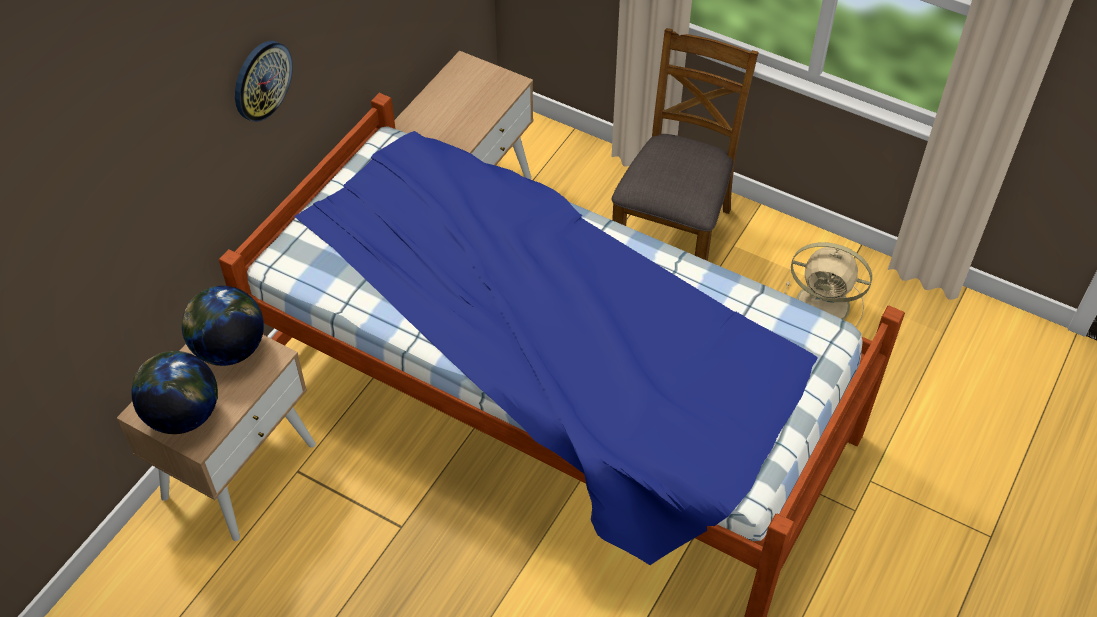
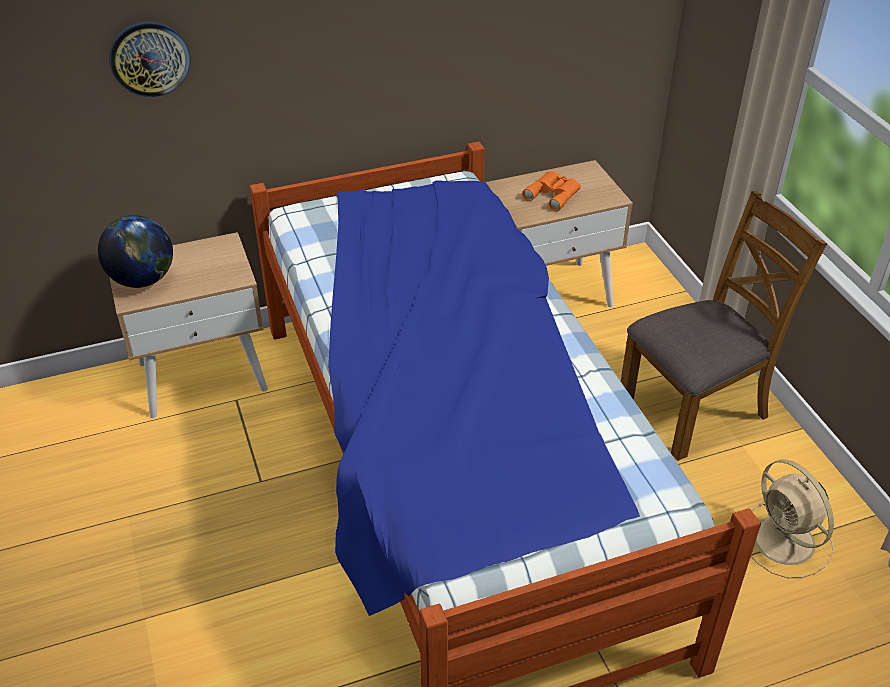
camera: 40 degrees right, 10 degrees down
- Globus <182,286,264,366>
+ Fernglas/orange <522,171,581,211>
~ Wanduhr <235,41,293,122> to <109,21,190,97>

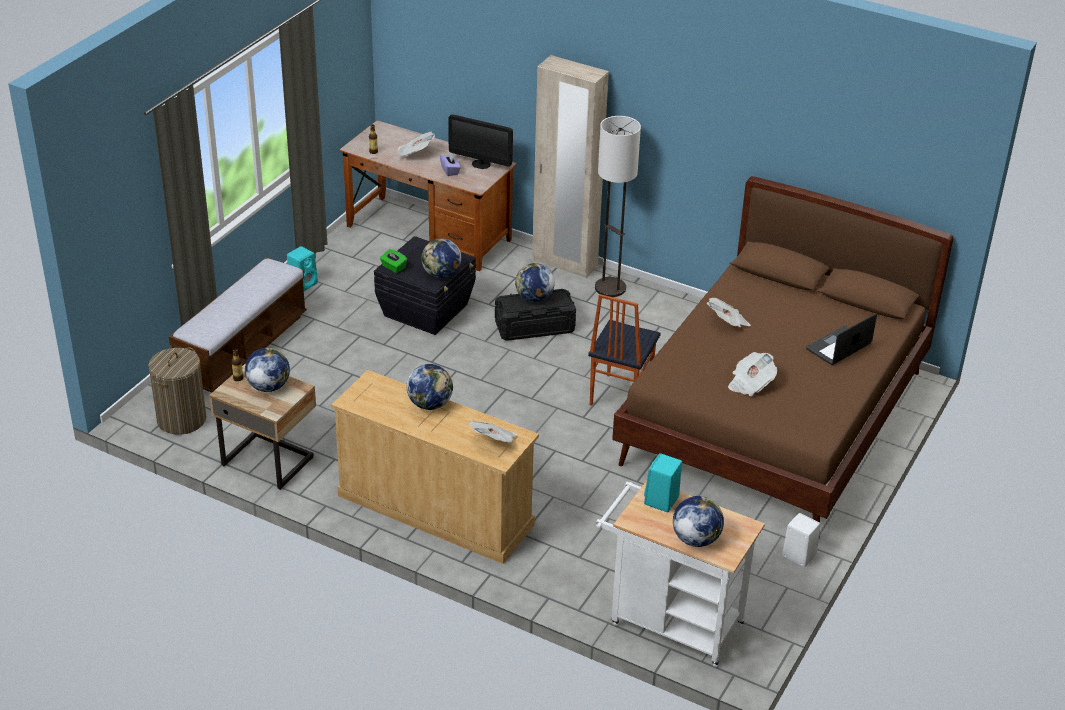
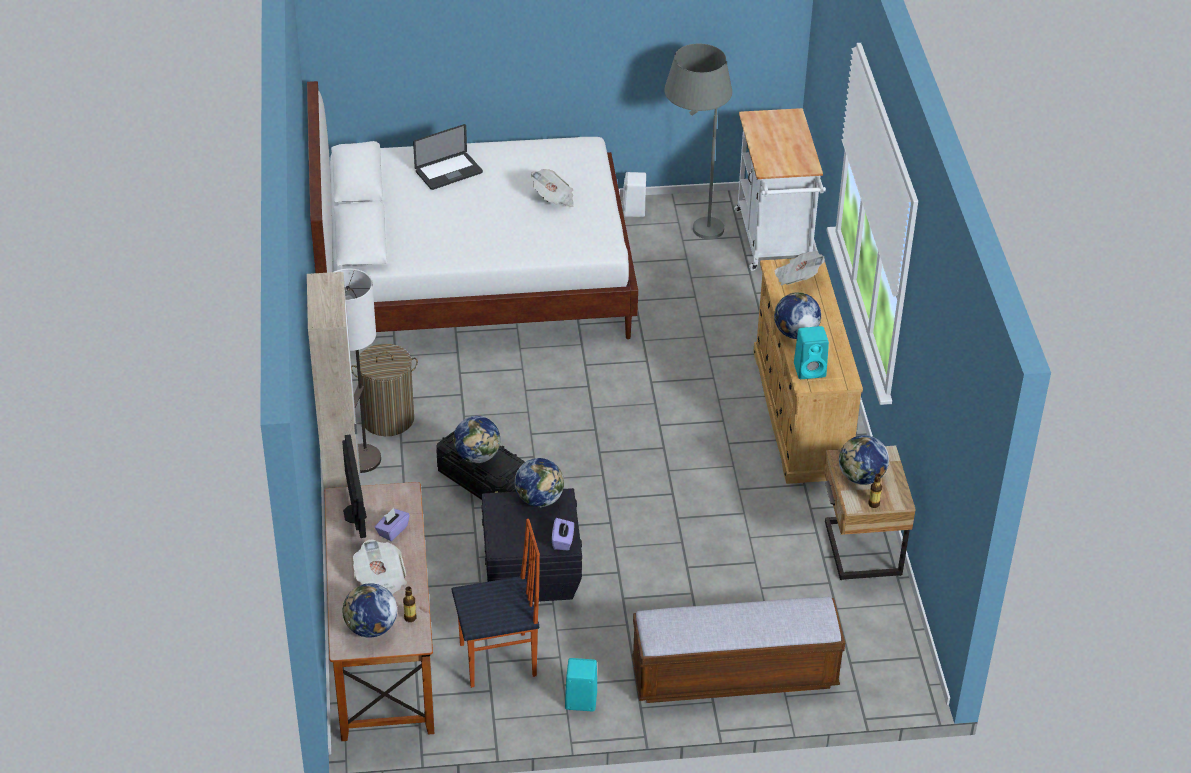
camera: 125 degrees left, 5 degrees up
- Zeitung <707,298,751,327>
+ Stehlampe/grau <664,44,732,239>
~ Wäschekorb <148,348,206,435> to <351,344,418,436>
~ Stuhl <588,294,661,406> to <451,519,540,688>
~ Lautsprecher/türkis <644,453,682,512> to <794,326,829,379>
~ Globus <673,496,724,547> to <343,583,397,638>
~ Taschentuchbox/grün <380,249,407,273> to Taschentuchbox/lila <552,518,574,550>
~ Bett/braun <612,176,953,535> to Bett/weiß <307,81,638,339>
~ Laptop <806,313,877,365> = <413,124,483,190> 45 degrees counterclockwise

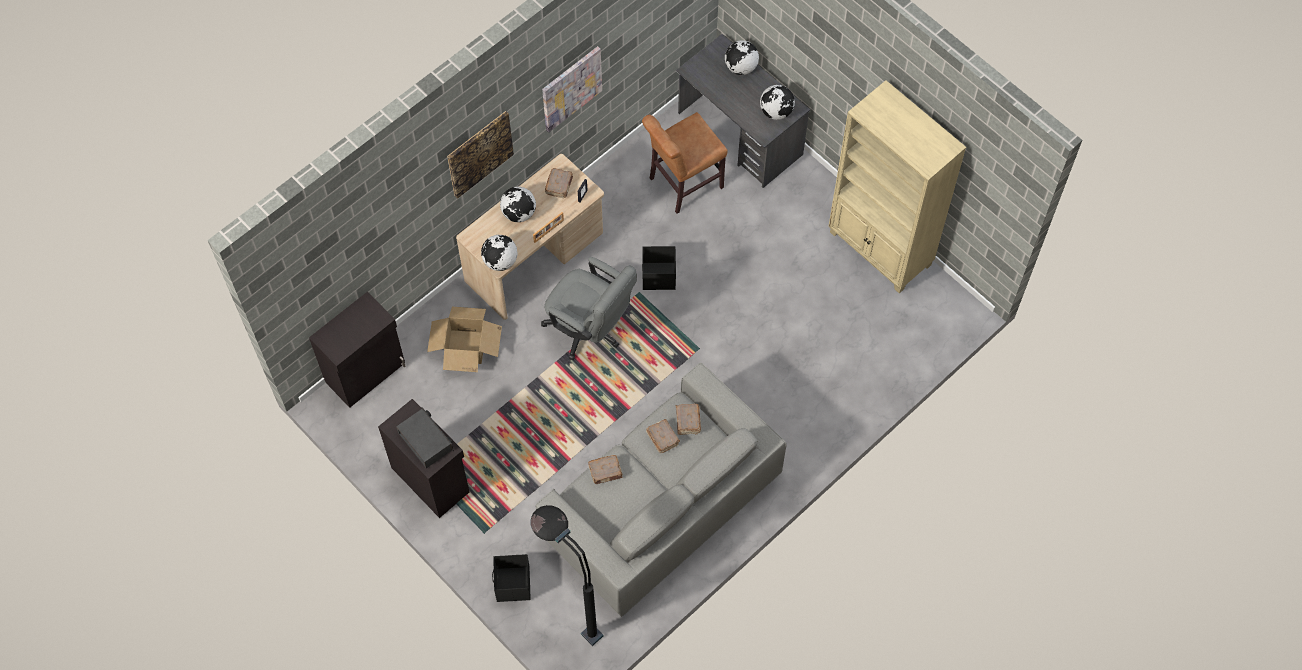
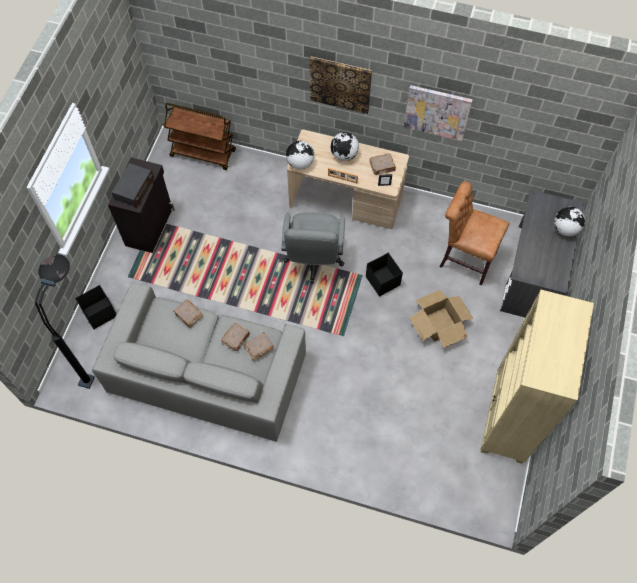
camera: 60 degrees right, 0 degrees up
- Globus <760,85,795,120>
~ Karton <427,307,502,372> to <409,290,473,348>
~ Schrank/schwarz <309,292,406,408> to Rollwagen/braun <164,103,236,170>

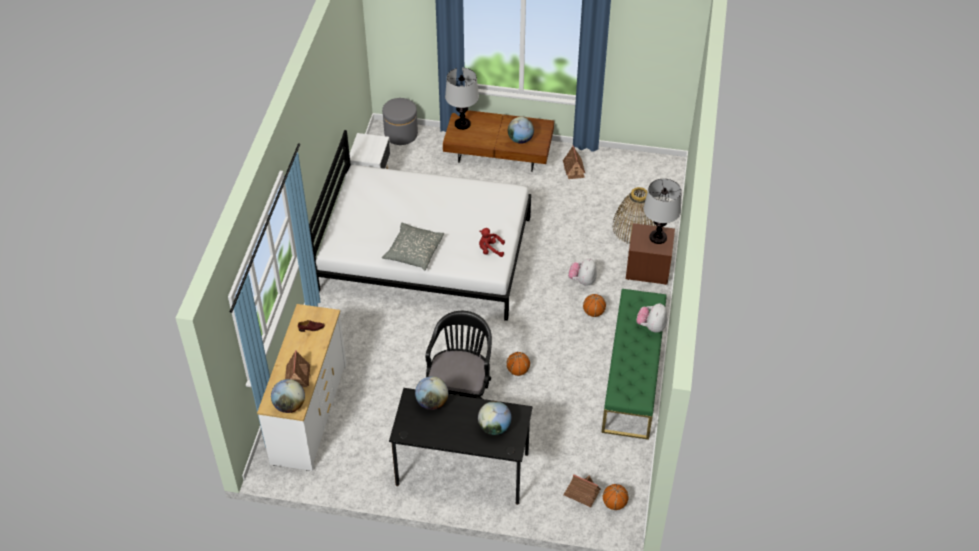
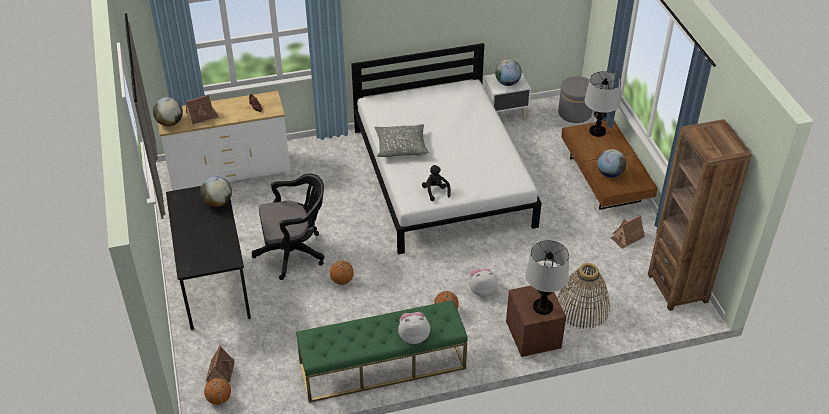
camera: 65 degrees right, 5 degrees down
+ Bücherregal/braun <648,119,752,311>
~ Globus <478,401,512,435> to <495,59,522,86>
~ Plüschtier/rot <479,228,505,257> to Plüschtier/schwarz <422,165,451,201>

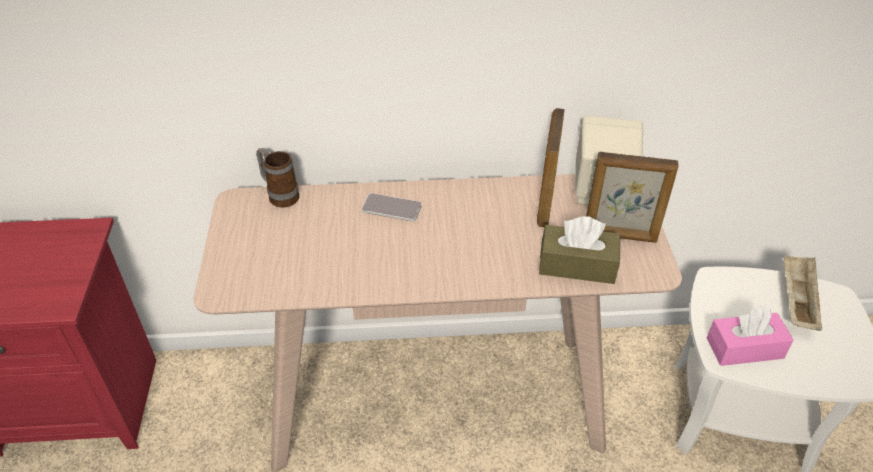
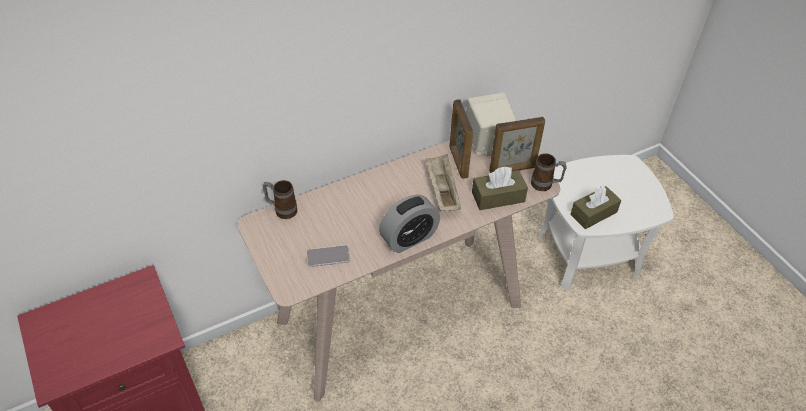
camera: 25 degrees left, 5 degrees up
+ Wecker <379,194,440,253>
+ Henkelbecher <531,153,567,191>
~ Handy <362,193,422,221> to <307,245,350,267>
~ Tablett/beige <784,255,822,331> to <426,154,461,211>
~ Taschentuchbox/rosa <707,308,794,366> to Taschentuchbox/braun <570,186,621,229>

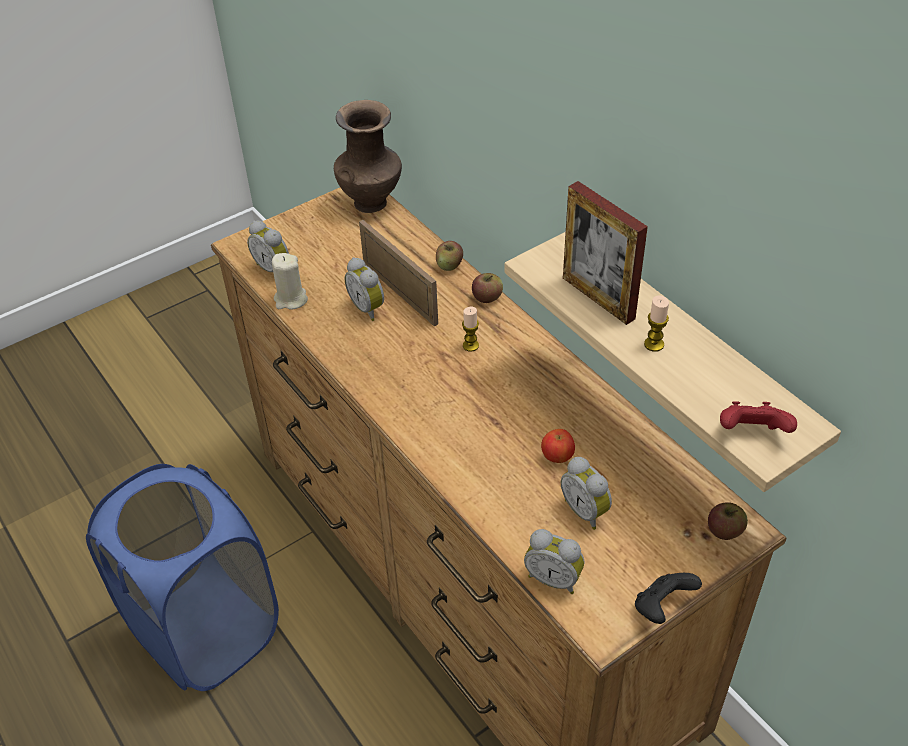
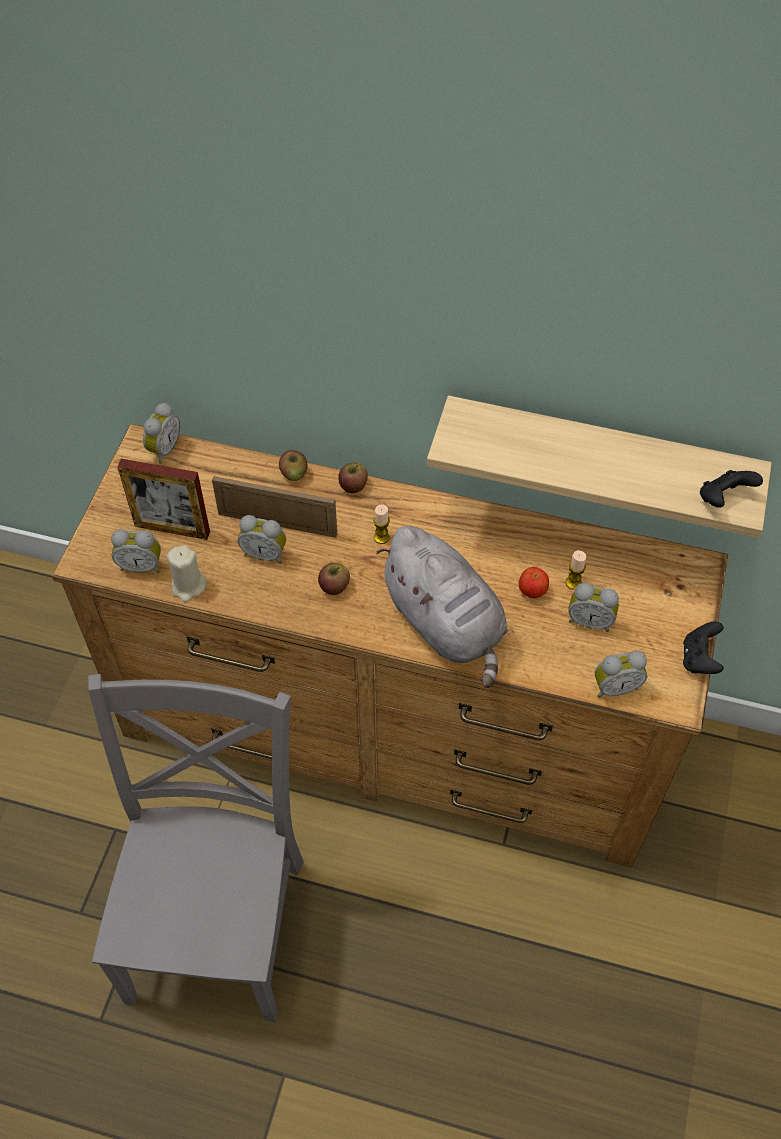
camera: 40 degrees left, 10 degrees up
+ Plüschtier/grau <376,526,508,688>
~ Bilderrahmen <563,181,648,325> to <118,459,210,540>
~ Kerze <644,296,669,352> to <566,550,586,590>
~ Apfel <708,502,748,540> to <318,563,350,595>
~ Wäschekorb/blau <86,464,279,691> to Stuhl/grau <88,674,304,1022>
~ Vase/braun <334,100,402,213> to Wecker <143,403,180,464>
~ Gamepad/rot <720,401,797,433> to Gamepad/schwarz <700,470,763,508>

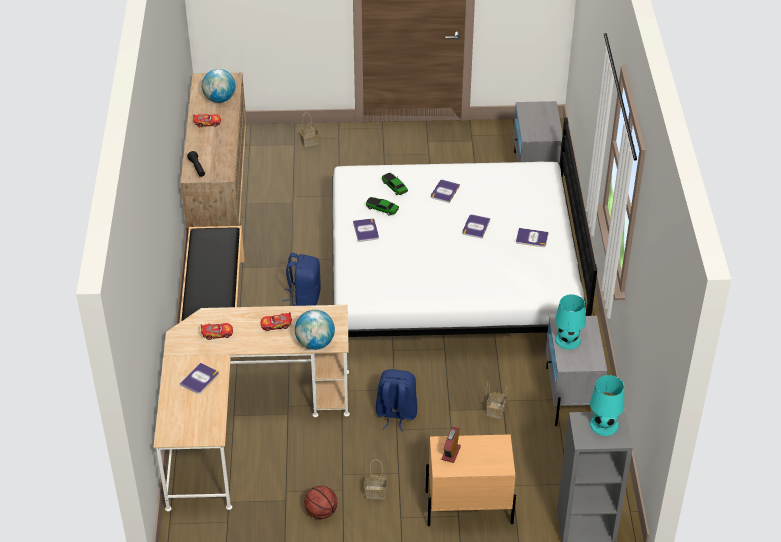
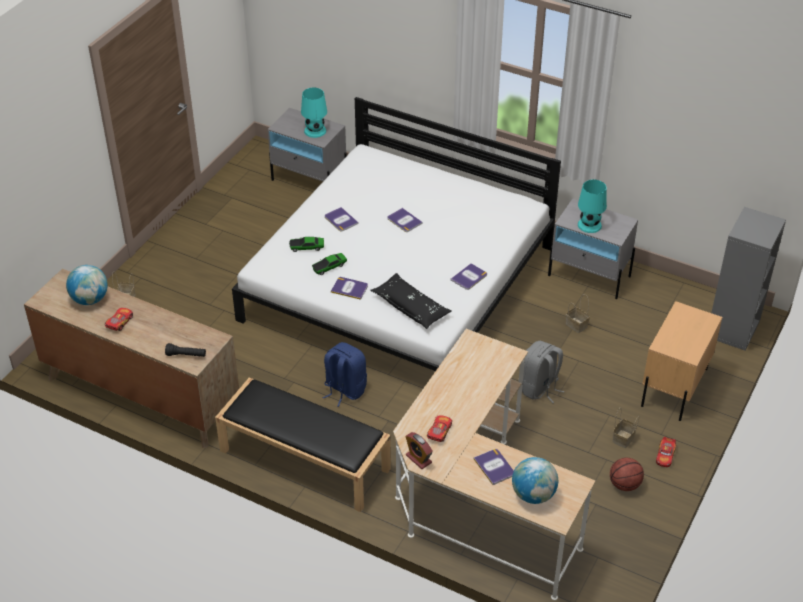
camera: 60 degrees left, 0 degrees up
+ Kissen/schwarz <370,273,452,329>
~ Spielzeugauto <260,312,292,331> to <656,437,676,467>
~ Globus <295,310,335,350> to <512,457,558,504>
~ Wecker <442,427,461,463> to <406,432,433,469>
~ Buch <516,228,549,247> to <451,263,487,290>
~ Tischlampe/türkis <590,375,624,436> to <301,87,327,138>
~ Rucksack/blau <376,369,417,432> to Rucksack/grau <522,341,565,403>

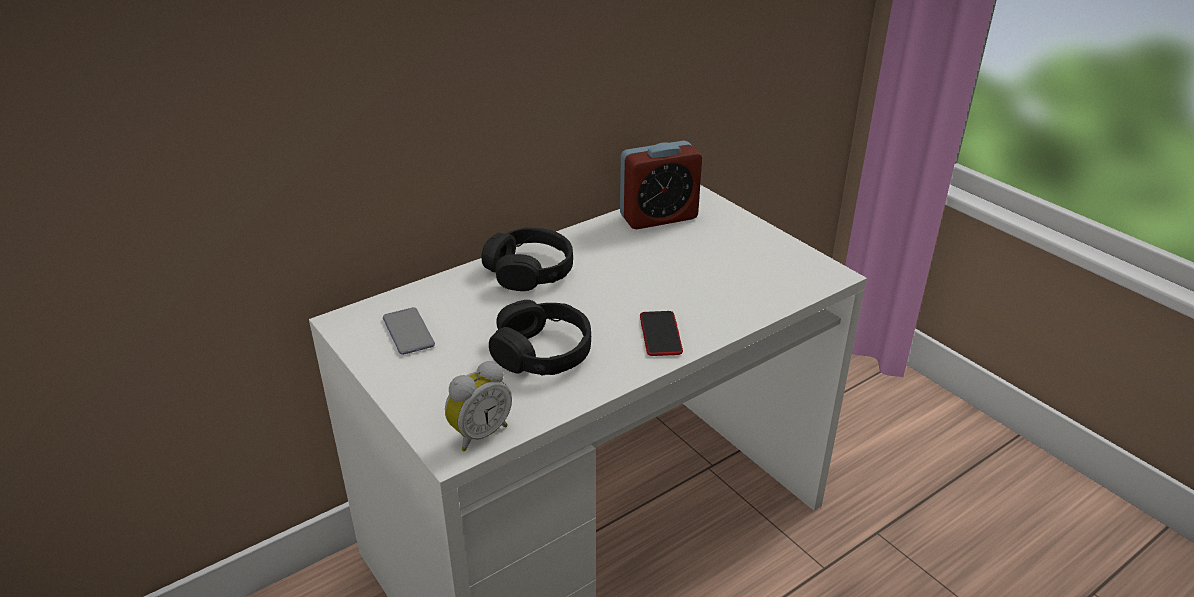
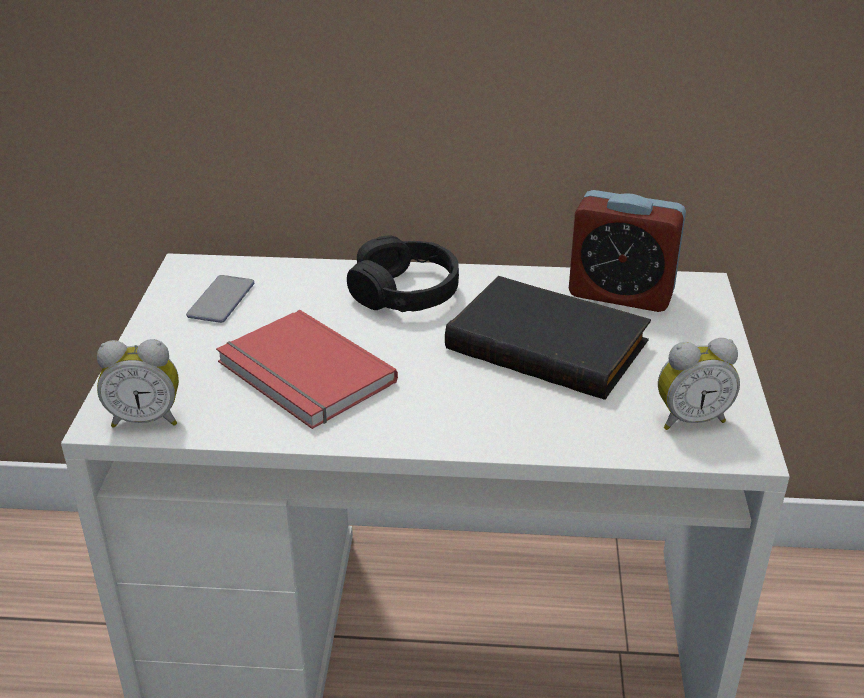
camera: 40 degrees right, 0 degrees up
- Handy <640,311,683,356>
+ Buch/schwarz <445,276,651,400>
+ Wecker <658,338,740,430>
~ Kopfhörer/schwarz <489,300,591,376> to Buch/rot <216,310,398,429>

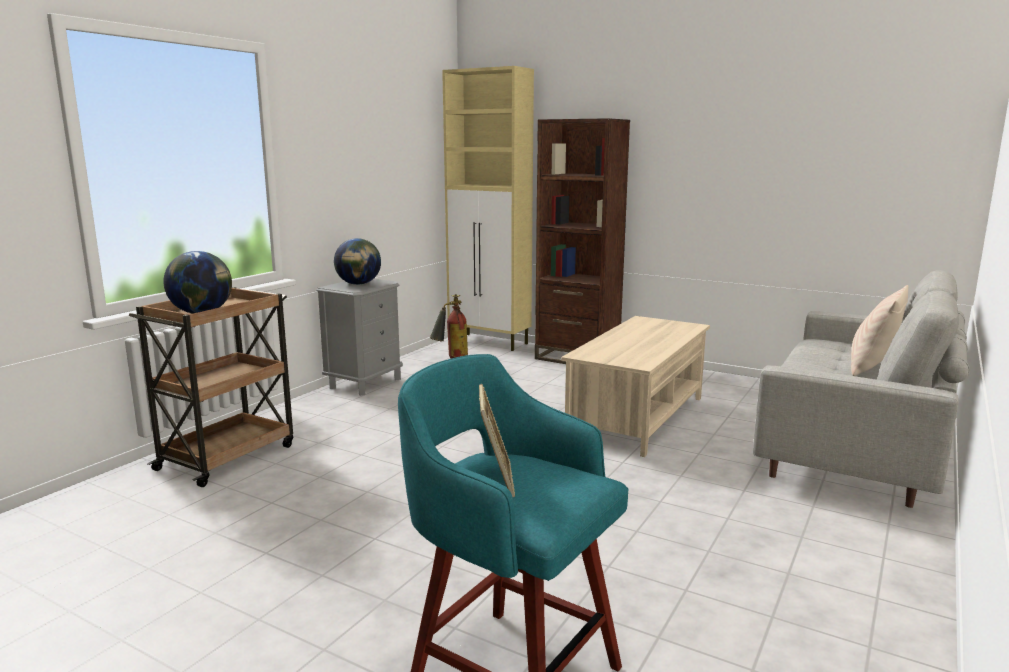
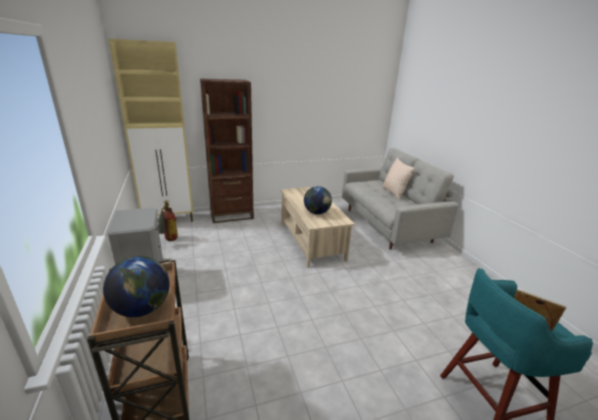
camera: 50 degrees left, 10 degrees up
~ Globus <334,238,381,285> to <304,186,332,214>

